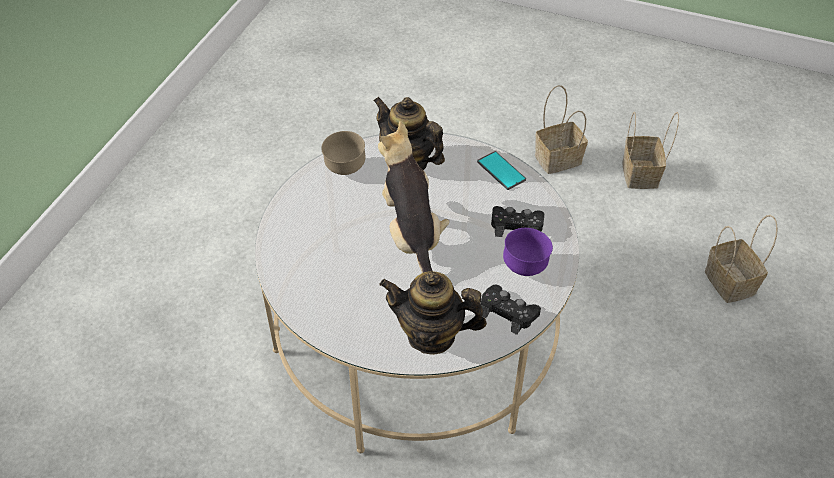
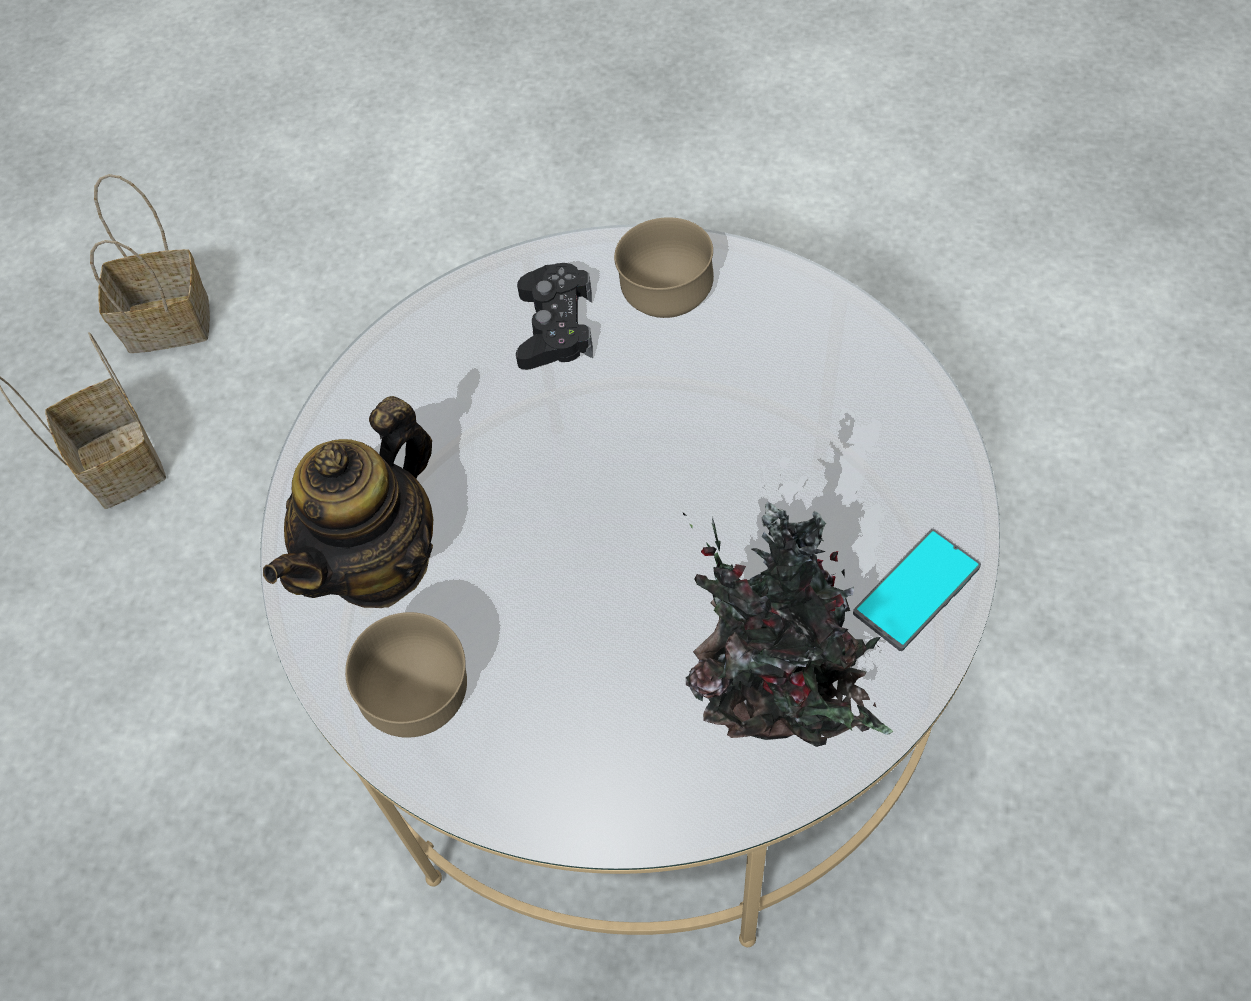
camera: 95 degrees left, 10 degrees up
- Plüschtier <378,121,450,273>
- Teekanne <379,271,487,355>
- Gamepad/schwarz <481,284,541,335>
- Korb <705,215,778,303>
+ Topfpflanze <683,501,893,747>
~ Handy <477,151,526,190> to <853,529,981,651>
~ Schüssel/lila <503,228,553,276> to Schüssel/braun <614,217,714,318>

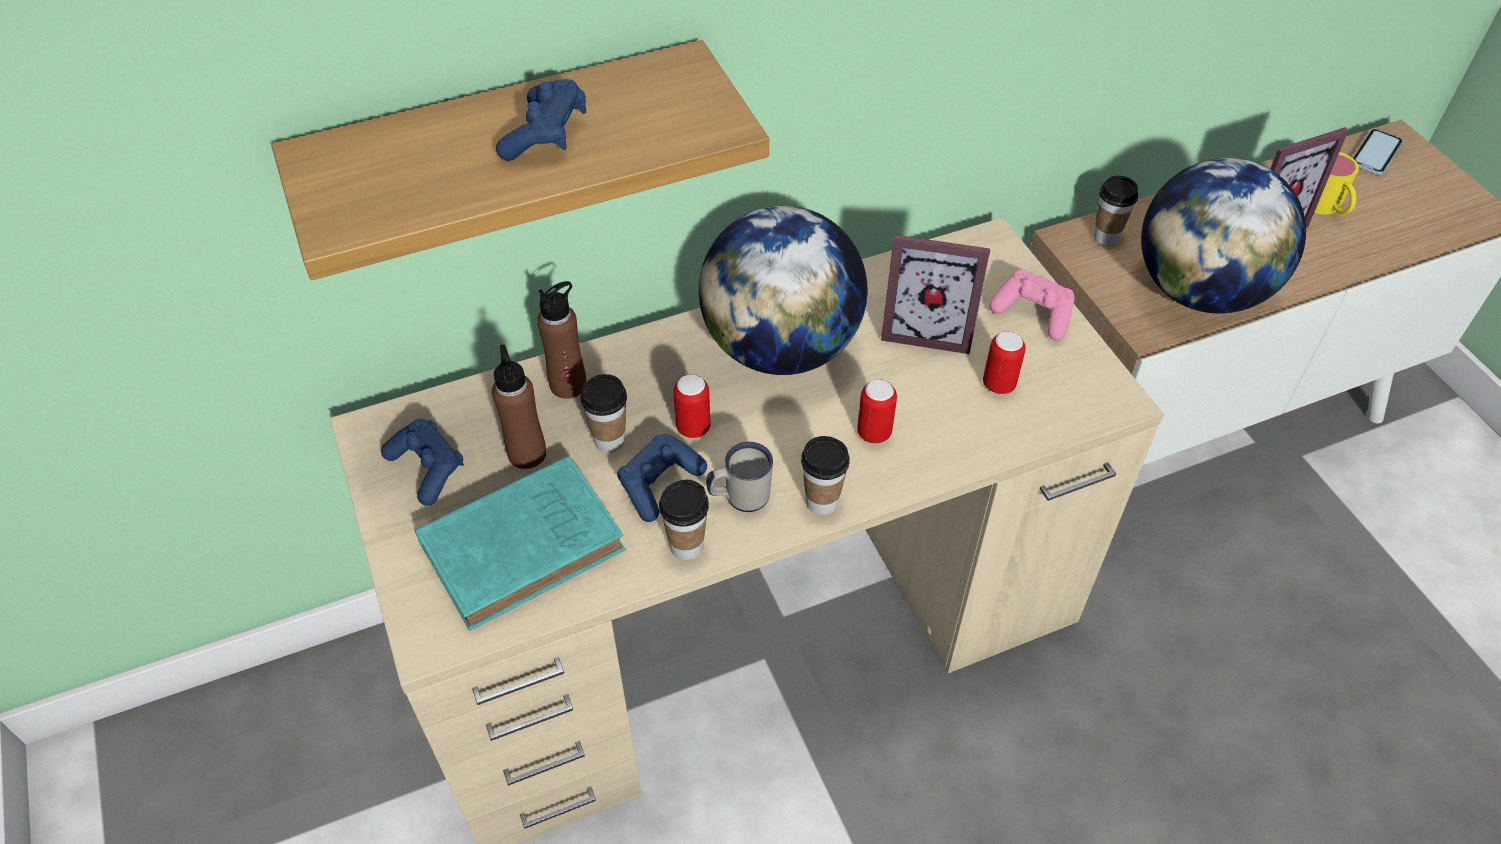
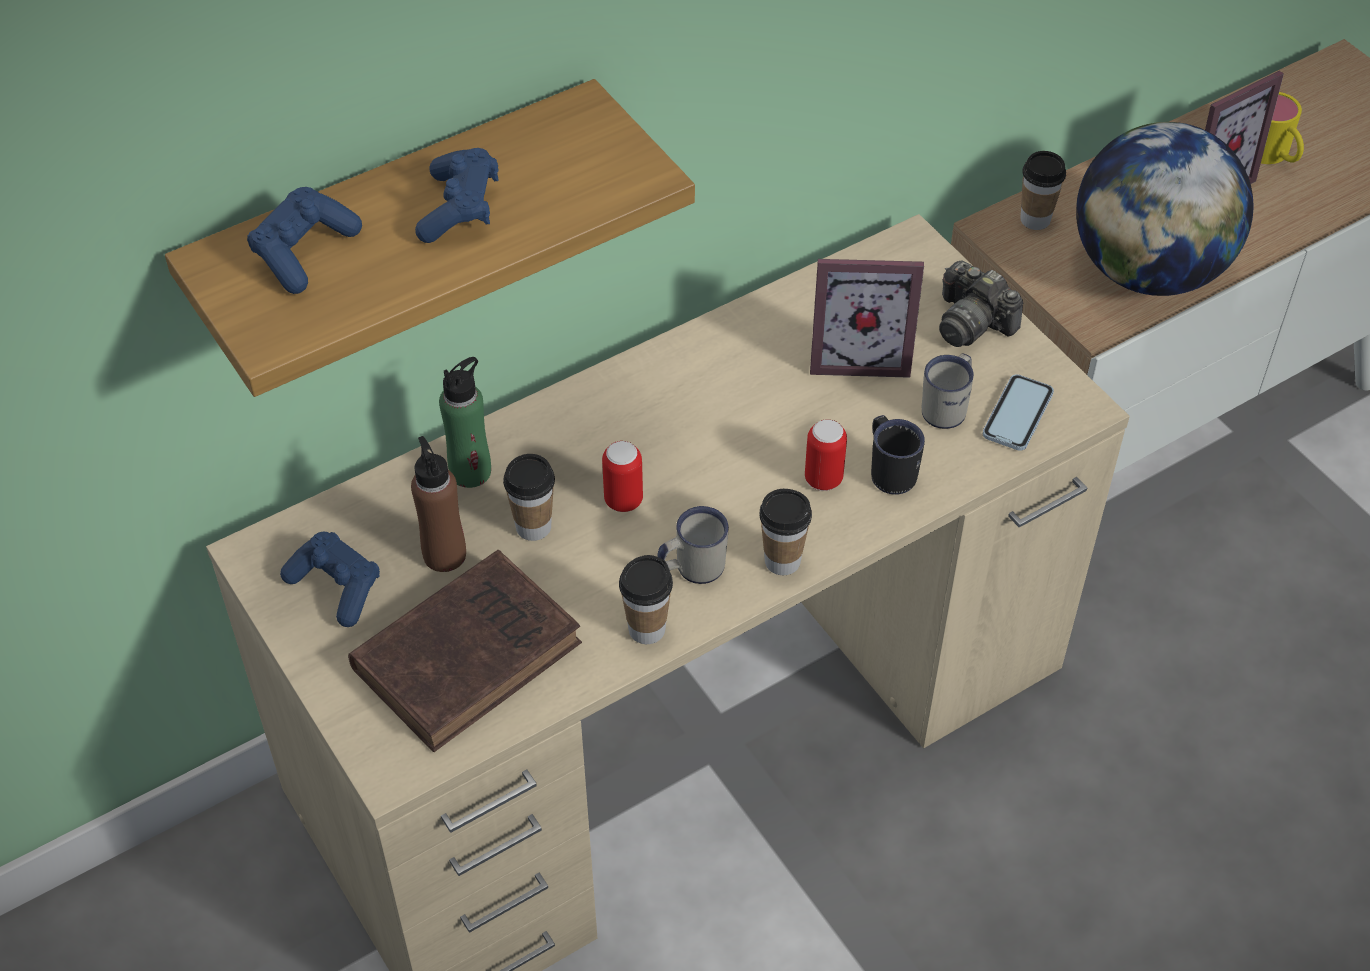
camera: 10 degrees left, 0 degrees up
- Globus <699,205,867,375>
+ Henkelbecher/schwarz <871,415,925,495>
~ Gamepad/blau <617,434,707,522> to <247,187,362,294>
~ Handy <1352,129,1403,175> to <983,374,1054,451>
~ Dose <983,331,1026,395> to Henkelbecher/weiß <922,353,974,429>
~ Gamepad/rosa <989,270,1075,341> to Kamera <939,260,1023,347>
~ Buch/türkis <415,456,626,631> to Buch/braun <348,550,582,752>
~ Flasche/braun <537,281,586,399> to Flasche/grün <439,357,491,488>

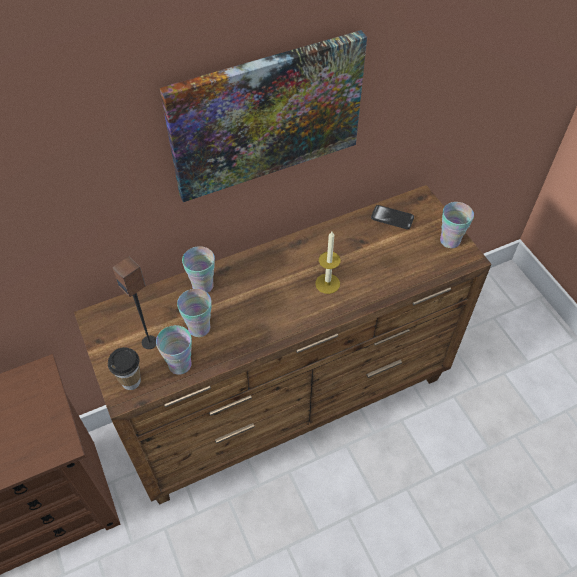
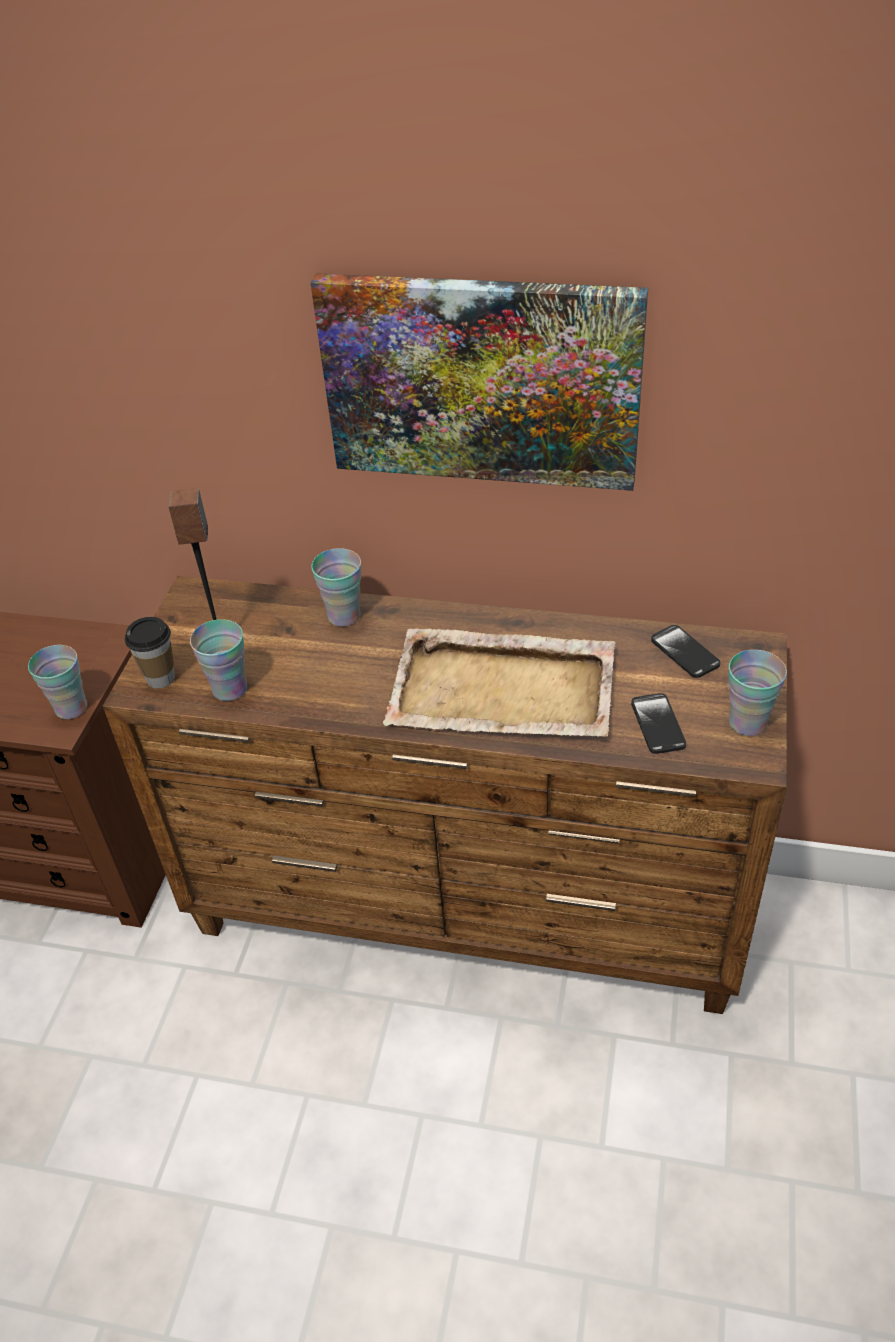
camera: 40 degrees right, 10 degrees down
+ Handy <631,693,686,754>
~ Tasse <177,289,212,337> to <28,645,87,719>
~ Kerze <315,231,341,294> to Tablett/beige <383,629,616,737>

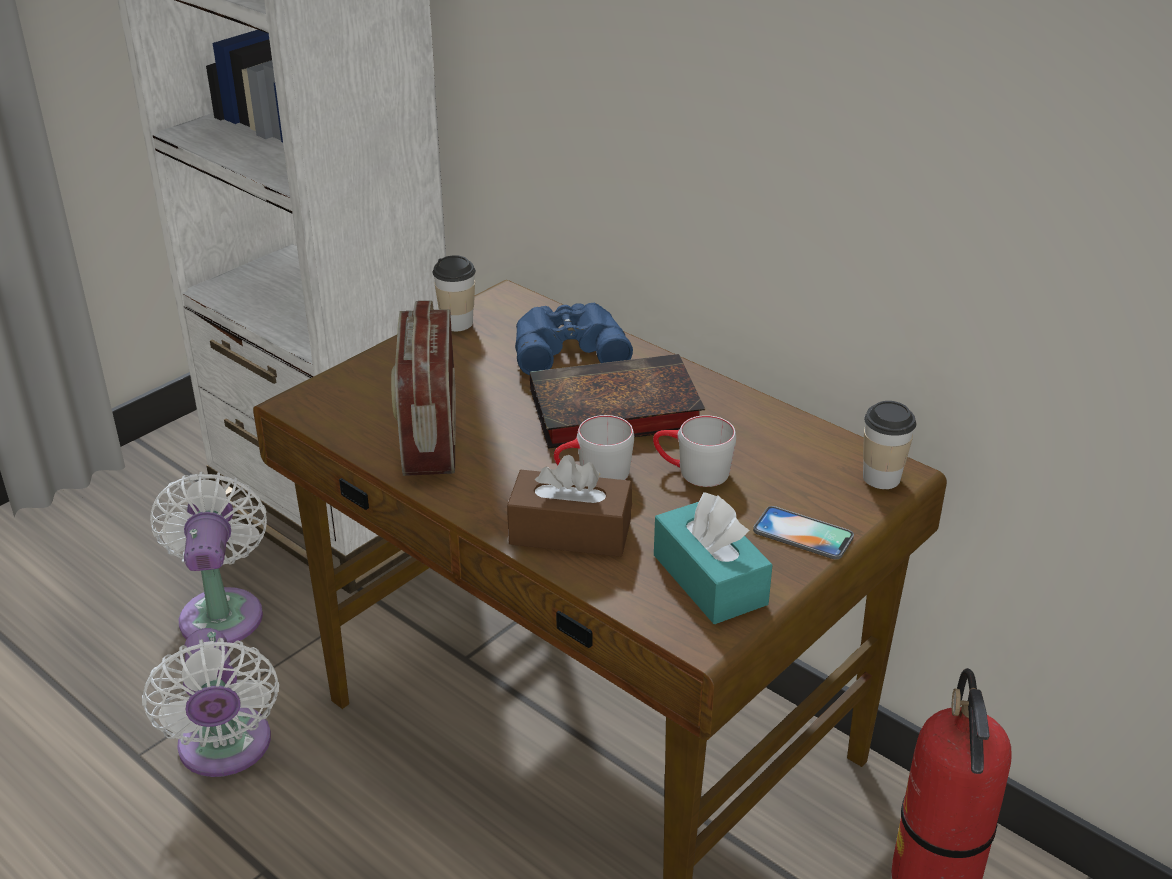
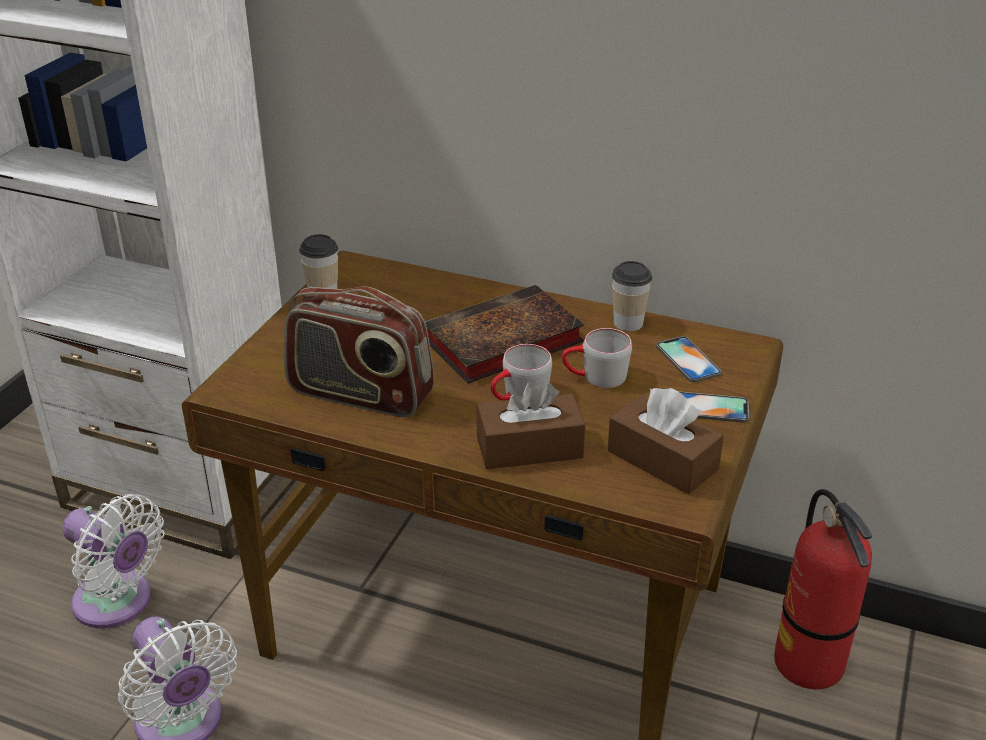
camera: 20 degrees left, 0 degrees up
- Fernglas/blau <515,303,633,375>
+ Handy <656,336,721,382>
~ Tasse <863,401,916,489> to <612,261,652,331>
~ Taschentuchbox/türkis <654,492,773,624> to Taschentuchbox/braun <608,388,724,494>
~ Ventilator/weiß <150,472,267,643> = <62,494,165,628> 150 degrees clockwise
~ Radio <391,301,456,476> = <284,286,434,417> 45 degrees counterclockwise

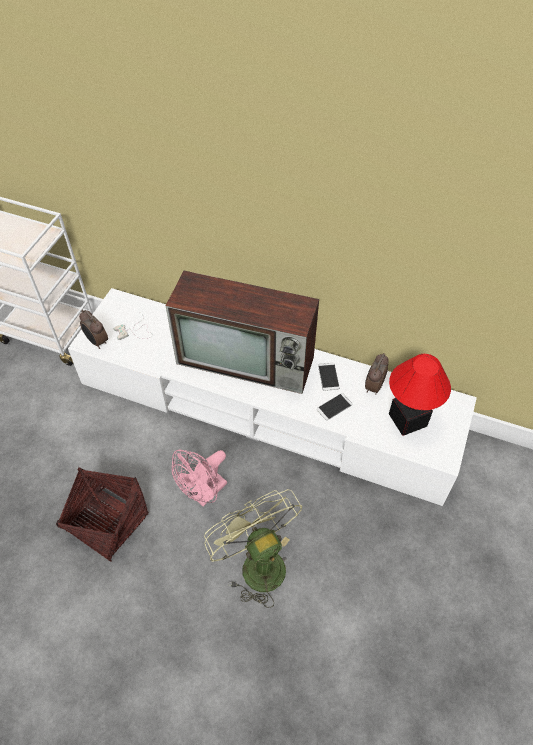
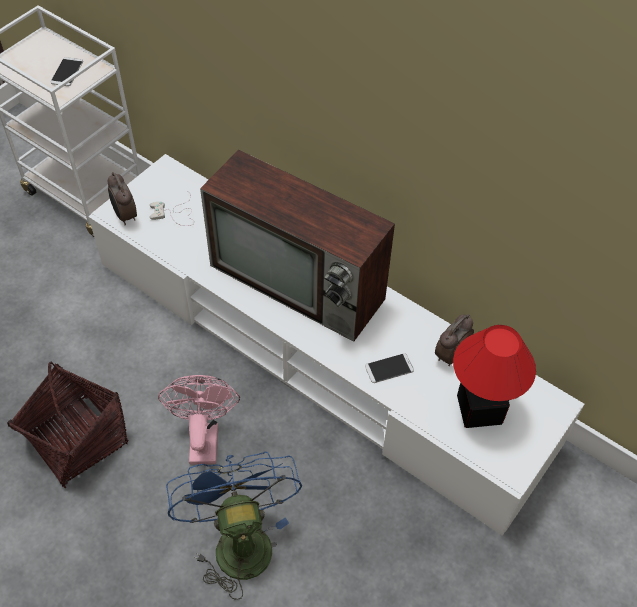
camera: 15 degrees right, 0 degrees up
~ Handy <318,363,339,391> to <50,57,83,86>
~ Ventilator/grün <204,489,302,608> to Ventilator/blau <166,451,302,600>
~ Ventilator/rosa <172,449,227,507> = <158,375,240,464> 120 degrees clockwise

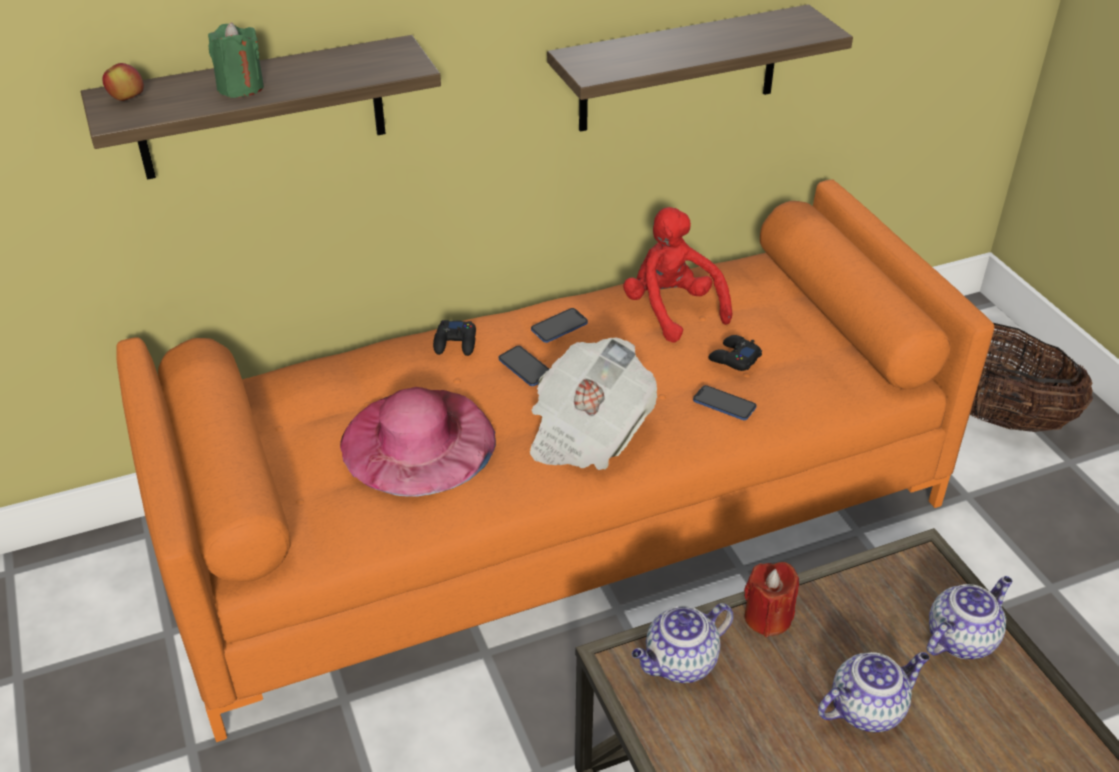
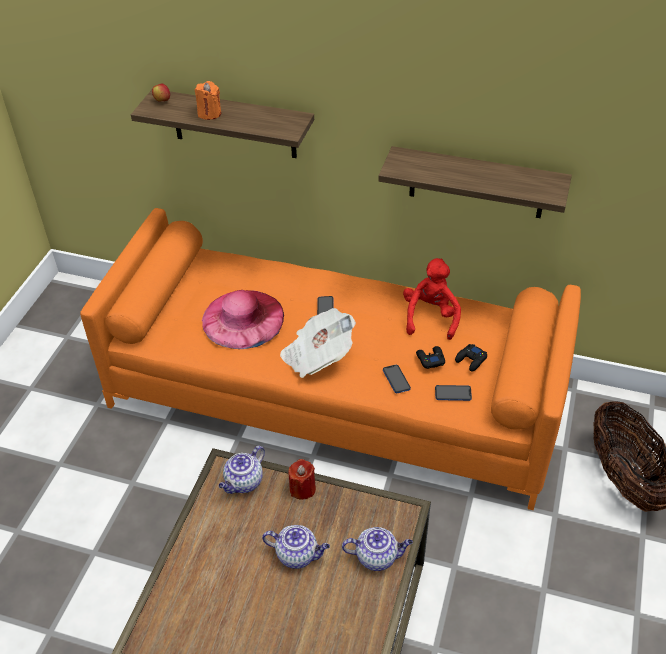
camera: 40 degrees right, 5 degrees up
~ Gamepad/schwarz <433,320,476,356> to <455,344,487,372>
~ Handy <531,308,588,343> to <435,385,472,401>
~ Kerze/grün <208,22,264,98> to Kerze/orange <195,81,221,120>
~ Teekanne <632,603,733,683> = <219,446,265,494> 60 degrees counterclockwise

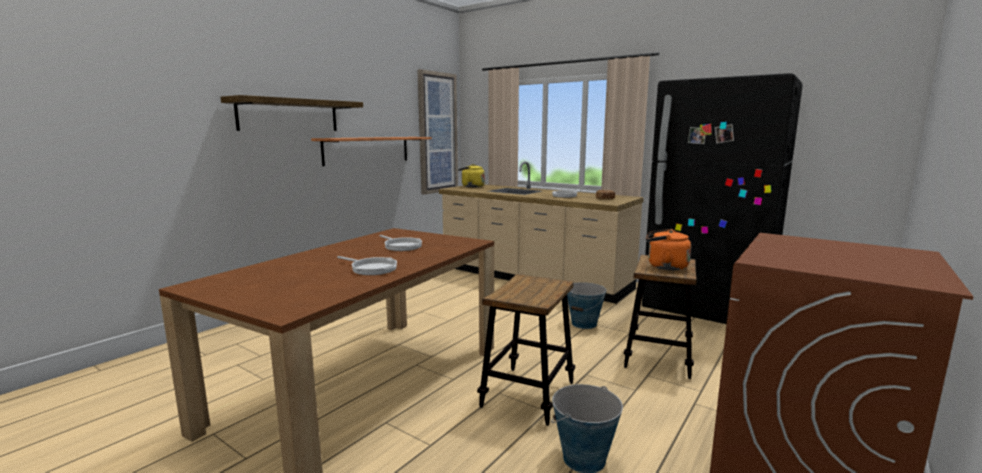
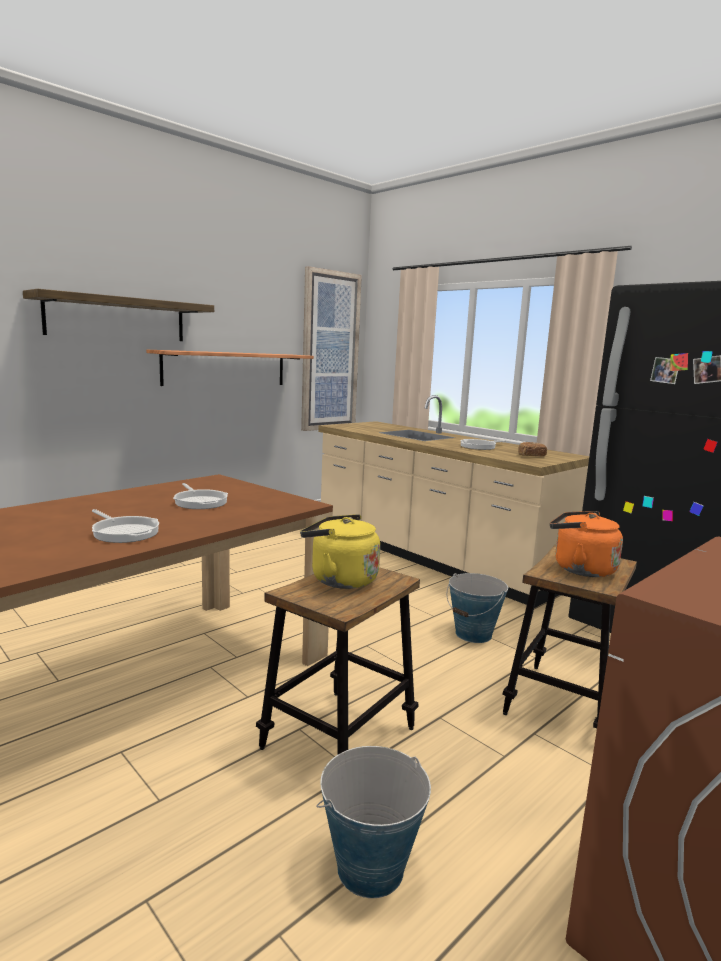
camera: 10 degrees right, 0 degrees up
~ Wasserkessel/gelb <458,164,485,187> to <300,514,380,589>

